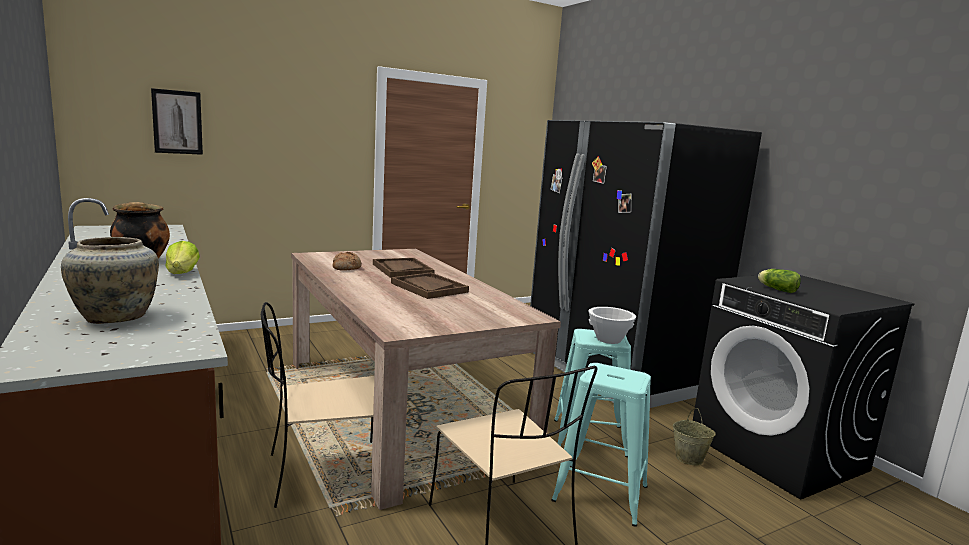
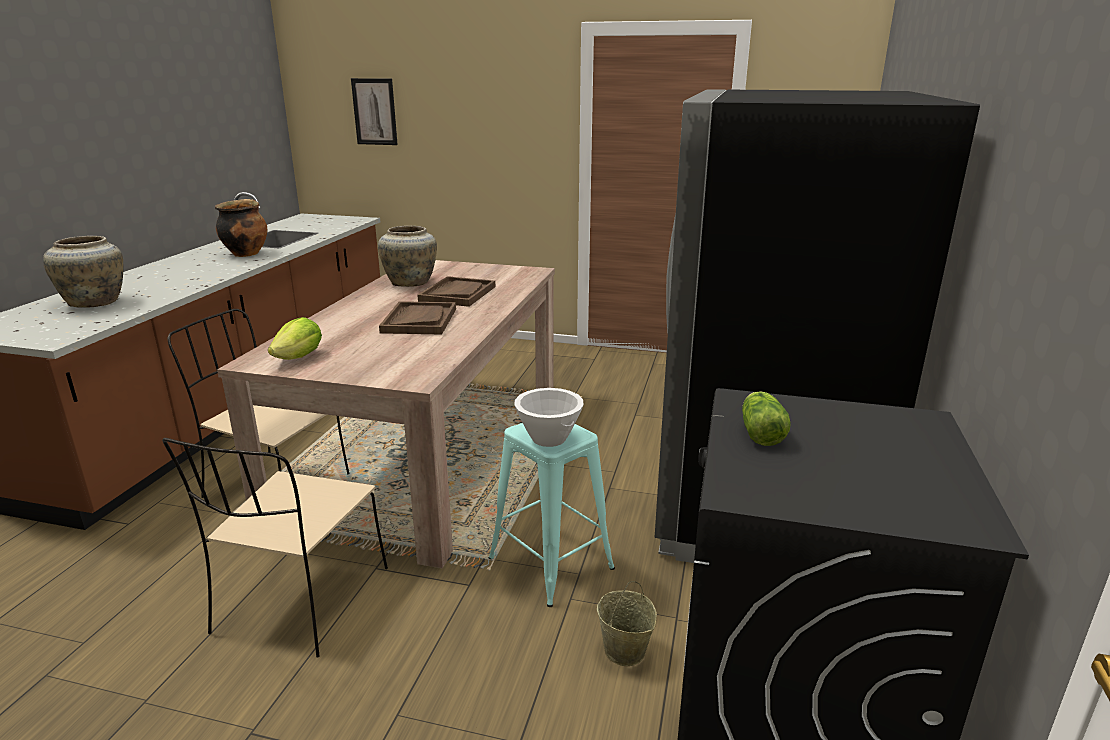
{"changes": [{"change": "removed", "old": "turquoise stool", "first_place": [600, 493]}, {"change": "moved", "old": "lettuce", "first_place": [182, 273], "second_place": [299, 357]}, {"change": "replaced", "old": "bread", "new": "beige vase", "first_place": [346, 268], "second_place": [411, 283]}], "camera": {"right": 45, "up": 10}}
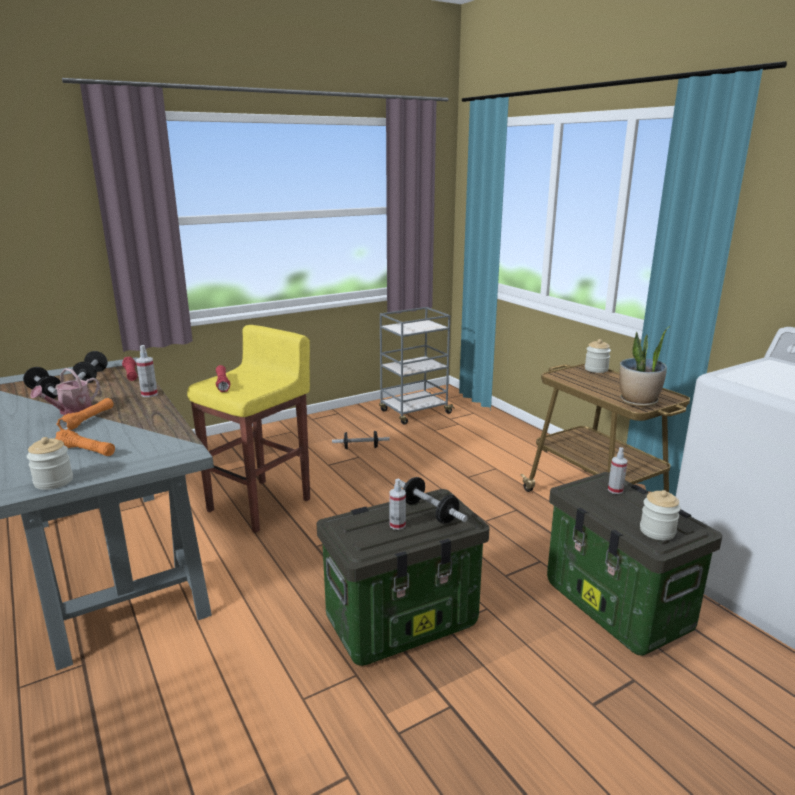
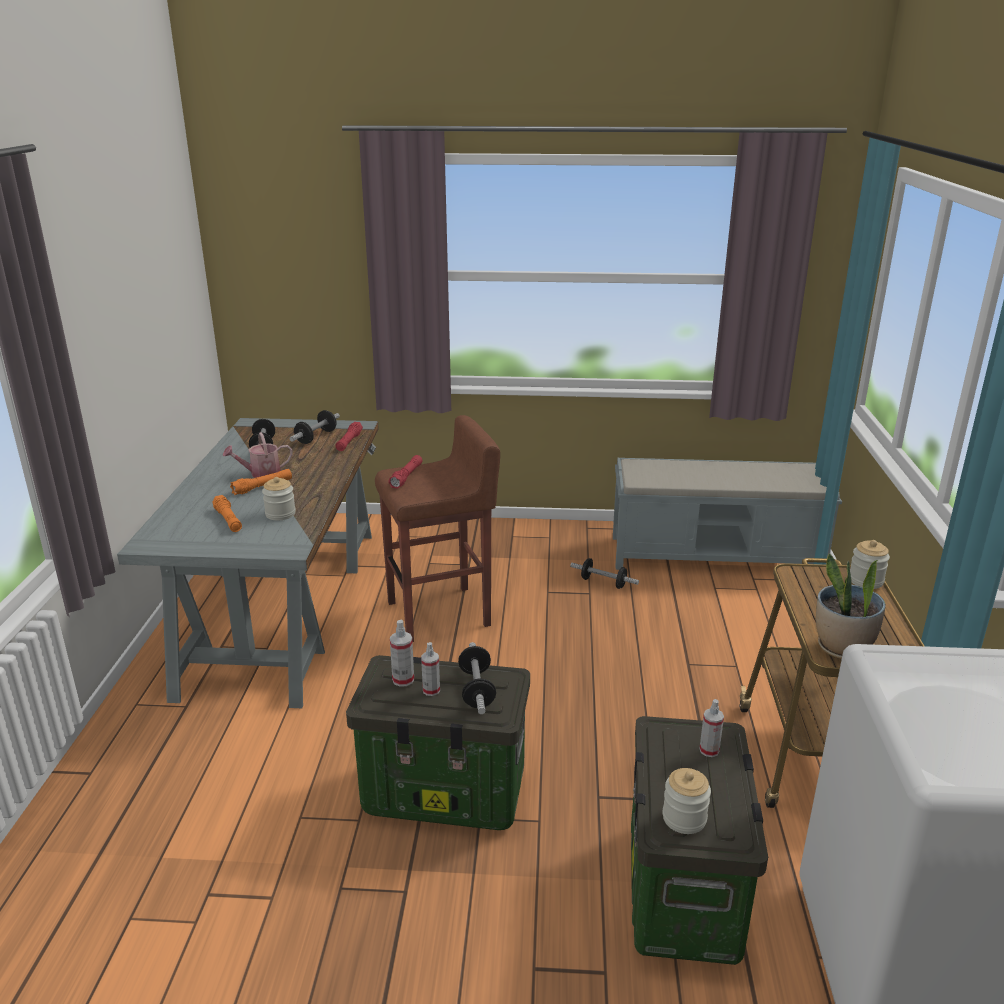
{"changes": [{"change": "moved", "old": "jar", "first_place": [53, 481], "second_place": [280, 514]}, {"change": "moved", "old": "spray bottle", "first_place": [149, 394], "second_place": [403, 679]}, {"change": "replaced", "old": "grey cart", "new": "grey bench", "first_place": [414, 412], "second_place": [716, 555]}, {"change": "recoloured", "old": "yellow stool", "new": "brown stool", "first_place": [261, 504], "second_place": [440, 614]}], "camera": {"right": 35, "up": 5}}
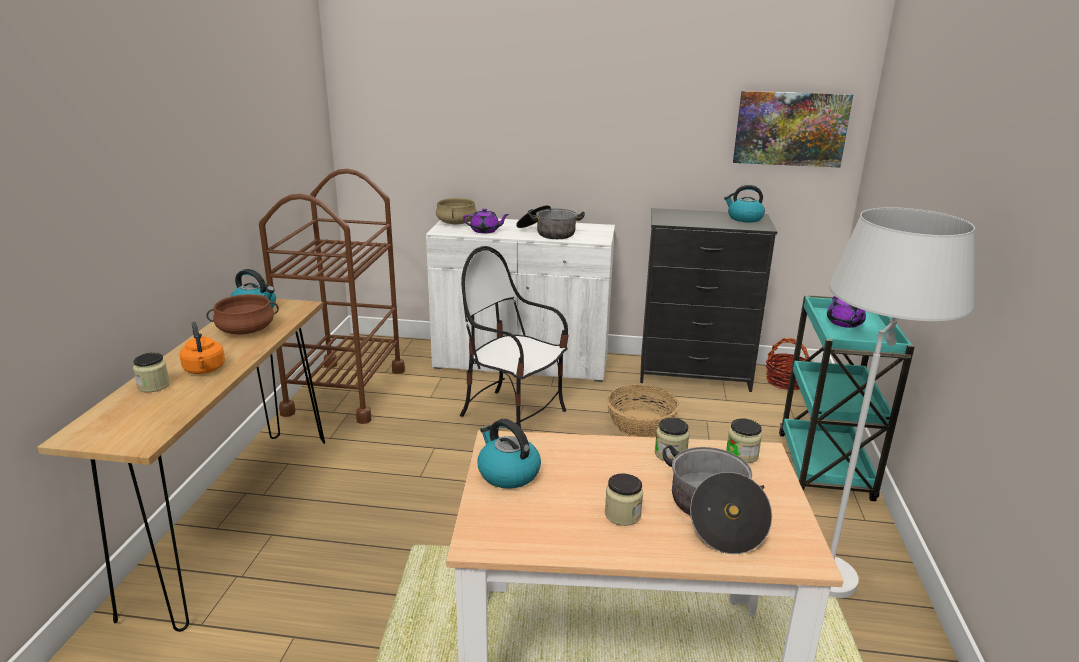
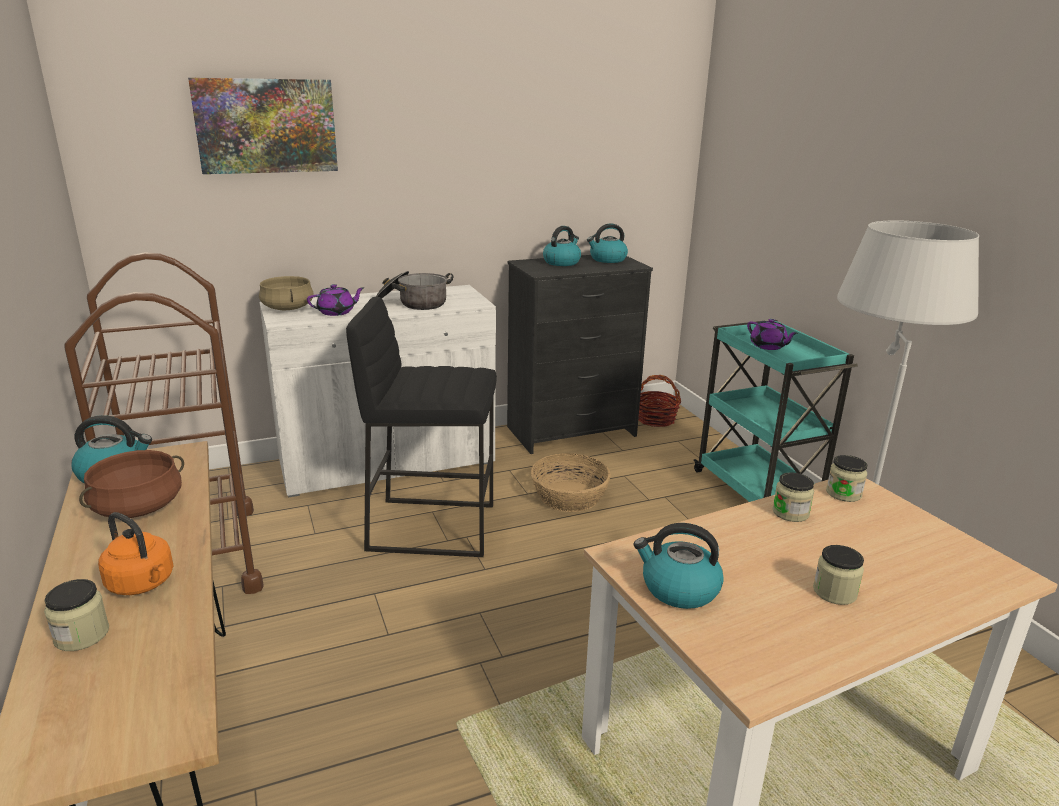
{"changes": [{"change": "removed", "old": "cooking pot", "first_place": [713, 514]}, {"change": "added", "new": "kettle", "second_place": [562, 262]}, {"change": "moved", "old": "picture", "first_place": [790, 128], "second_place": [266, 126]}, {"change": "replaced", "old": "chair", "new": "black stool", "first_place": [513, 415], "second_place": [432, 526]}], "camera": {"right": -30, "up": 0}}
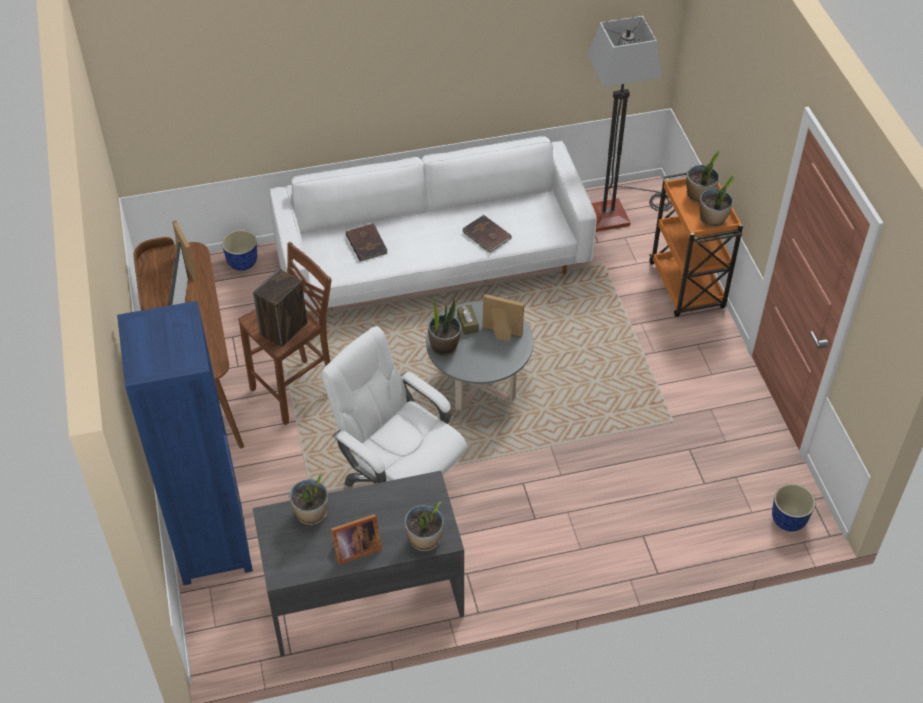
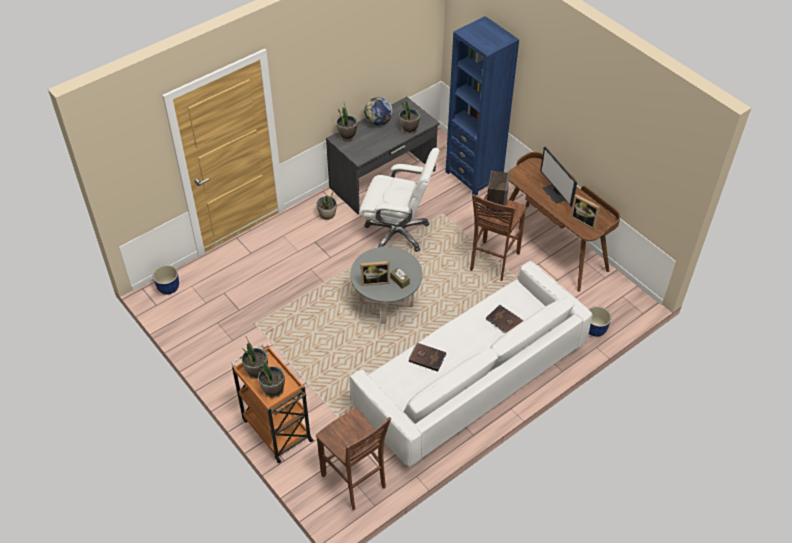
{"changes": [{"change": "moved", "old": "potted plant", "first_place": [444, 346], "second_place": [327, 215]}, {"change": "replaced", "old": "picture frame", "new": "globe", "first_place": [354, 549], "second_place": [378, 122]}, {"change": "replaced", "old": "floor lamp", "new": "brown stool", "first_place": [618, 211], "second_place": [355, 482]}], "camera": {"right": 155, "up": 0}}
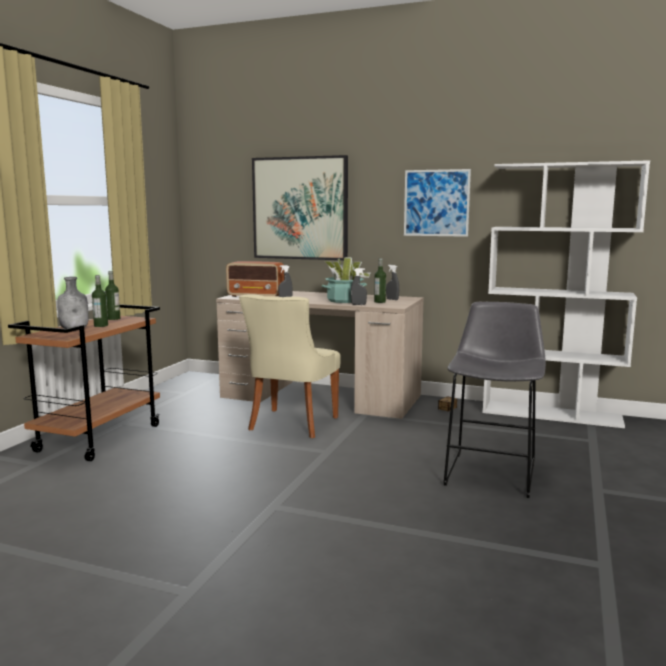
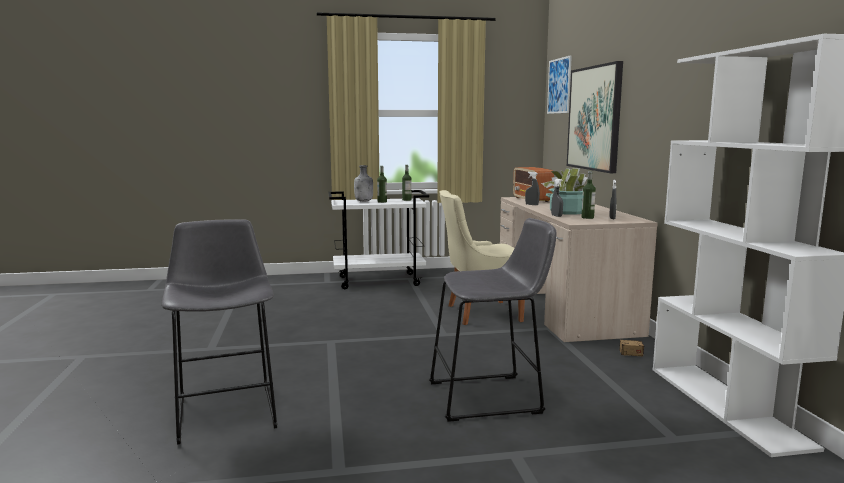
{"changes": [{"change": "added", "new": "grey stool", "second_place": [227, 409]}, {"change": "moved", "old": "picture", "first_place": [436, 203], "second_place": [559, 86]}, {"change": "recoloured", "old": "brown cart", "new": "white cart", "first_place": [99, 438], "second_place": [379, 281]}], "camera": {"right": 60, "up": 0}}
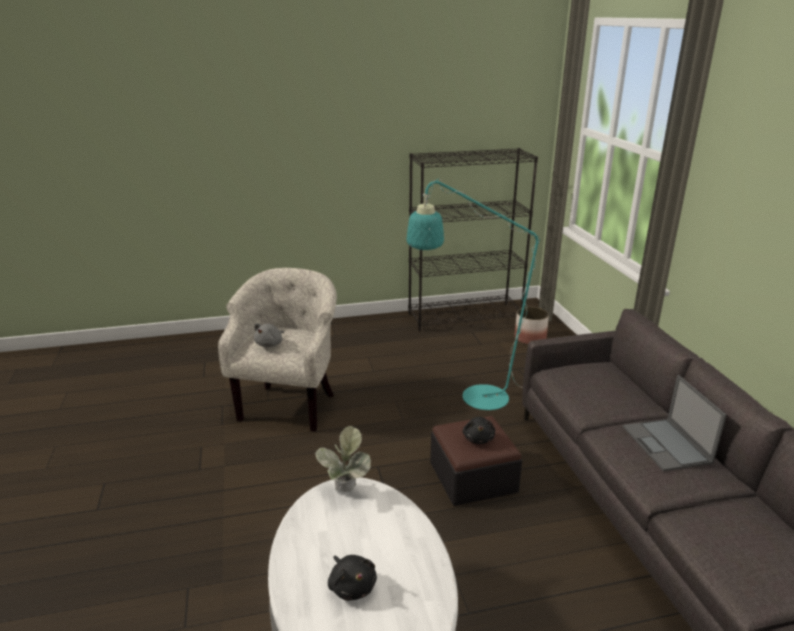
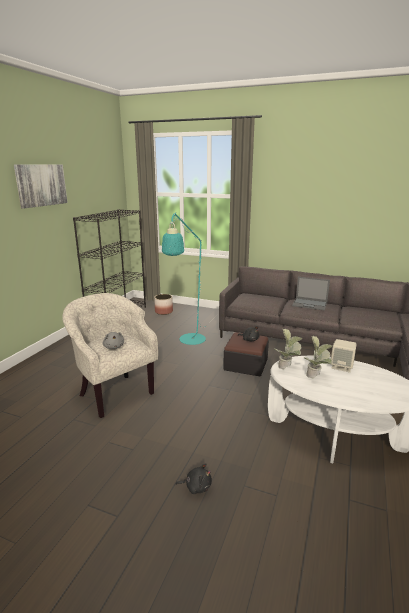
{"changes": [{"change": "added", "new": "picture", "second_place": [41, 185]}, {"change": "added", "new": "potted plant", "second_place": [316, 377]}, {"change": "added", "new": "beige speaker", "second_place": [341, 367]}, {"change": "moved", "old": "black plush toy", "first_place": [352, 586], "second_place": [196, 486]}], "camera": {"right": -55, "up": -5}}
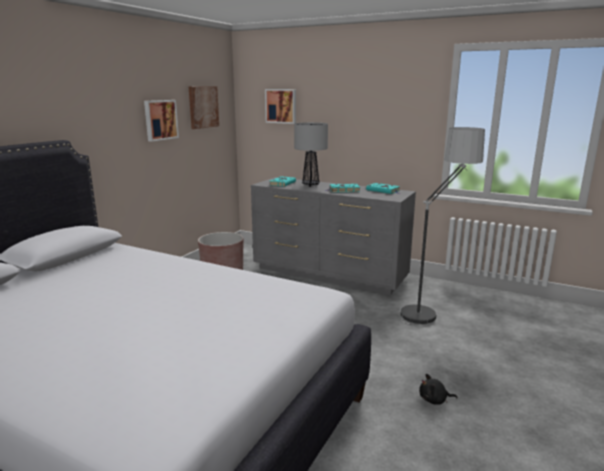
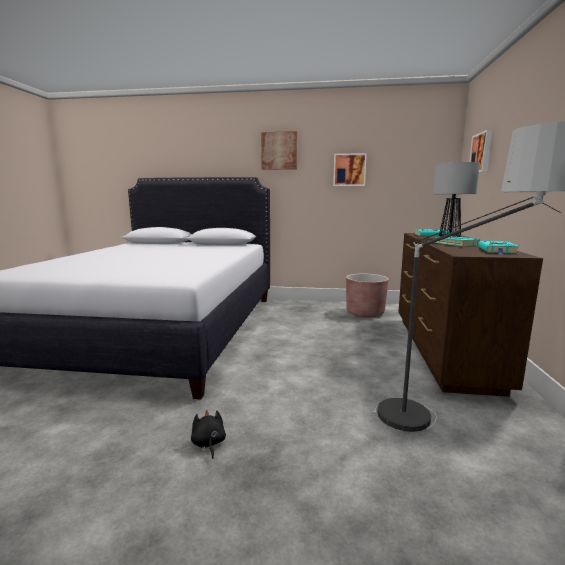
{"changes": [{"change": "moved", "old": "picture", "first_place": [203, 107], "second_place": [279, 151]}, {"change": "recoloured", "old": "grey dresser", "new": "brown dresser", "first_place": [329, 274], "second_place": [442, 350]}], "camera": {"right": 70, "up": -5}}
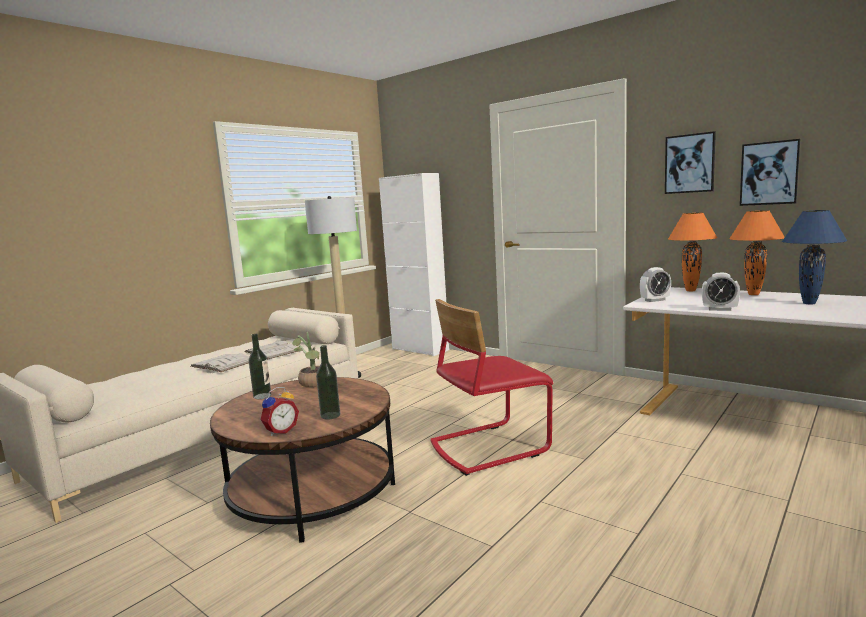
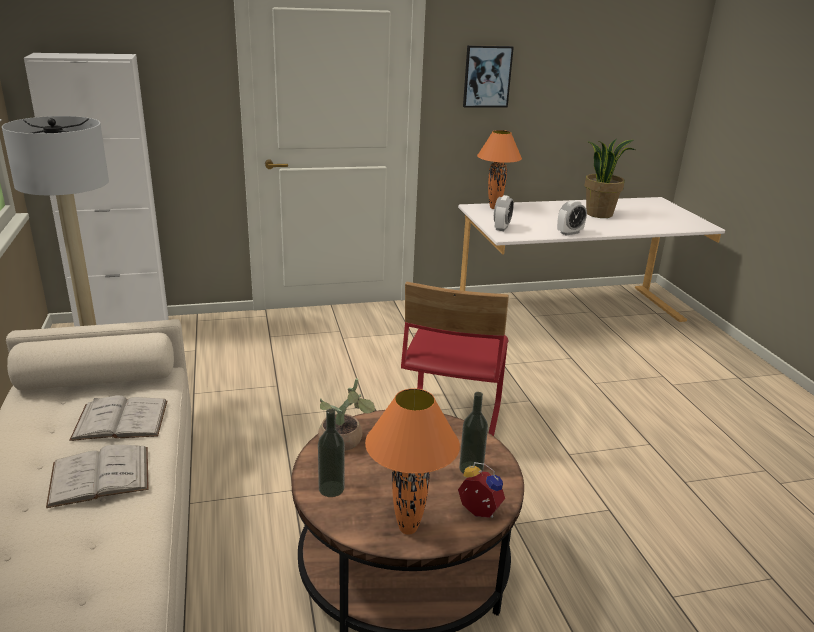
{"changes": [{"change": "removed", "old": "picture", "first_place": [769, 173]}, {"change": "moved", "old": "orange table lamp", "first_place": [753, 294], "second_place": [407, 528]}, {"change": "replaced", "old": "blue table lamp", "new": "potted plant", "first_place": [809, 303], "second_place": [599, 214]}, {"change": "turned", "old": "alarm clock", "first_place": [280, 431], "second_place": [477, 513], "degrees": -45}], "camera": {"right": -55, "up": 15}}
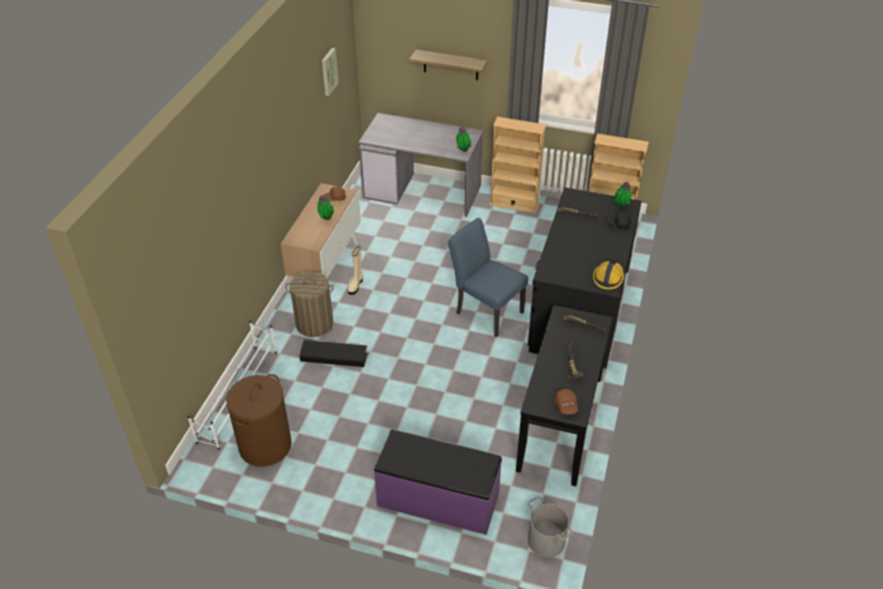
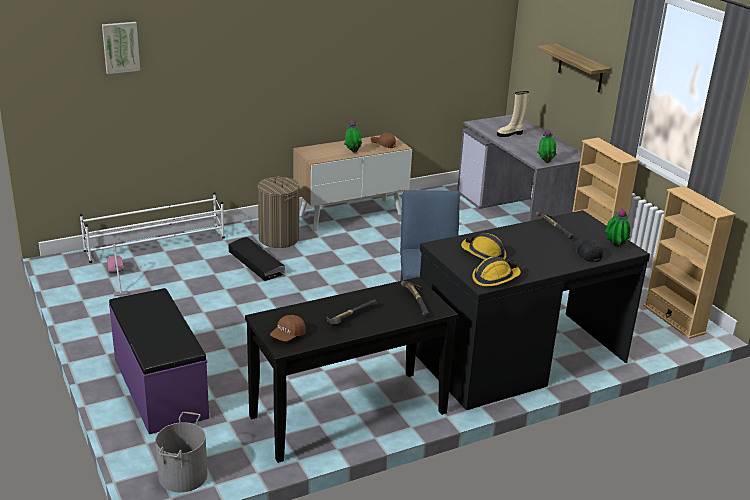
{"changes": [{"change": "added", "new": "hard hat", "second_place": [484, 254]}, {"change": "moved", "old": "picture", "first_place": [328, 71], "second_place": [120, 47]}, {"change": "moved", "old": "beige boot", "first_place": [355, 285], "second_place": [510, 134]}, {"change": "replaced", "old": "brown laundry basket", "new": "vacuum cleaner", "first_place": [265, 446], "second_place": [117, 279]}], "camera": {"right": 45, "up": -15}}
